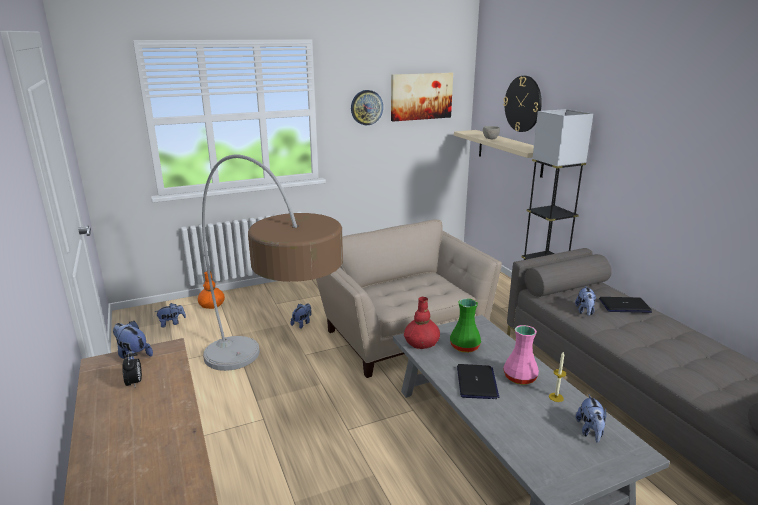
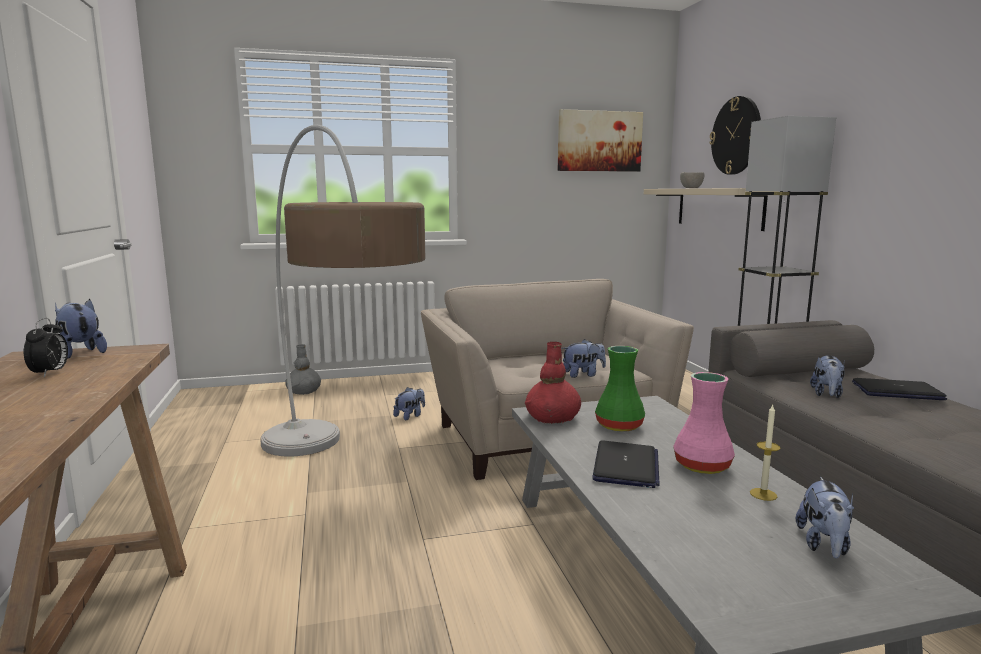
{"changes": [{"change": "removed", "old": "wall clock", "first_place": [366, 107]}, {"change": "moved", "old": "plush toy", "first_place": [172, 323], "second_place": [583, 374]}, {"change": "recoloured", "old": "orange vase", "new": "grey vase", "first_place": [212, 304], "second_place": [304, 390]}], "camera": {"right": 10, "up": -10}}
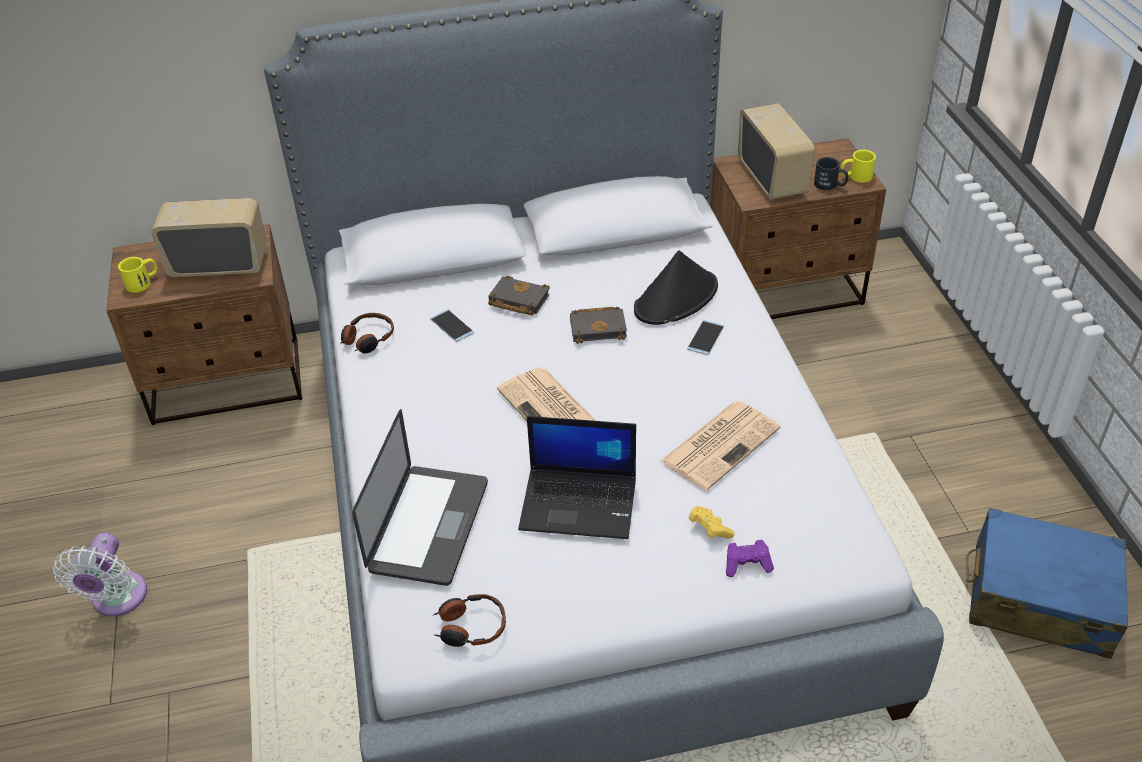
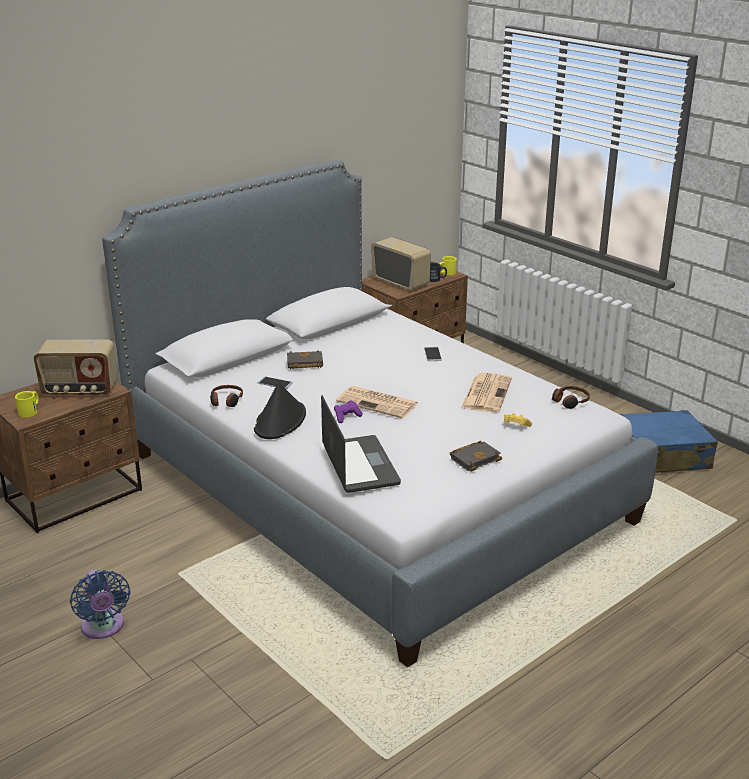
{"changes": [{"change": "removed", "old": "laptop", "first_place": [580, 503]}, {"change": "moved", "old": "headphones", "first_place": [470, 627], "second_place": [569, 401]}, {"change": "moved", "old": "black book", "first_place": [599, 327], "second_place": [475, 458]}, {"change": "moved", "old": "black hat", "first_place": [676, 298], "second_place": [280, 421]}, {"change": "moved", "old": "purple game controller", "first_place": [747, 564], "second_place": [347, 417]}, {"change": "recoloured", "old": "white fan", "new": "blue fan", "first_place": [117, 600], "second_place": [103, 628]}, {"change": "turned", "old": "radio", "first_place": [219, 265], "second_place": [79, 390], "degrees": -150}], "camera": {"right": -30, "up": -15}}
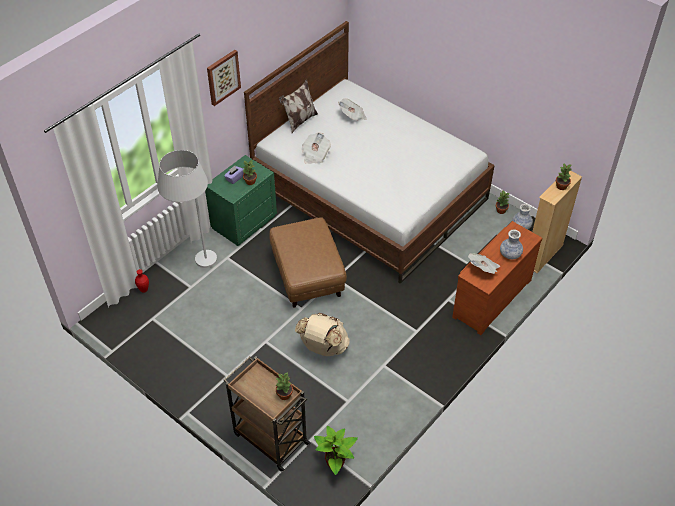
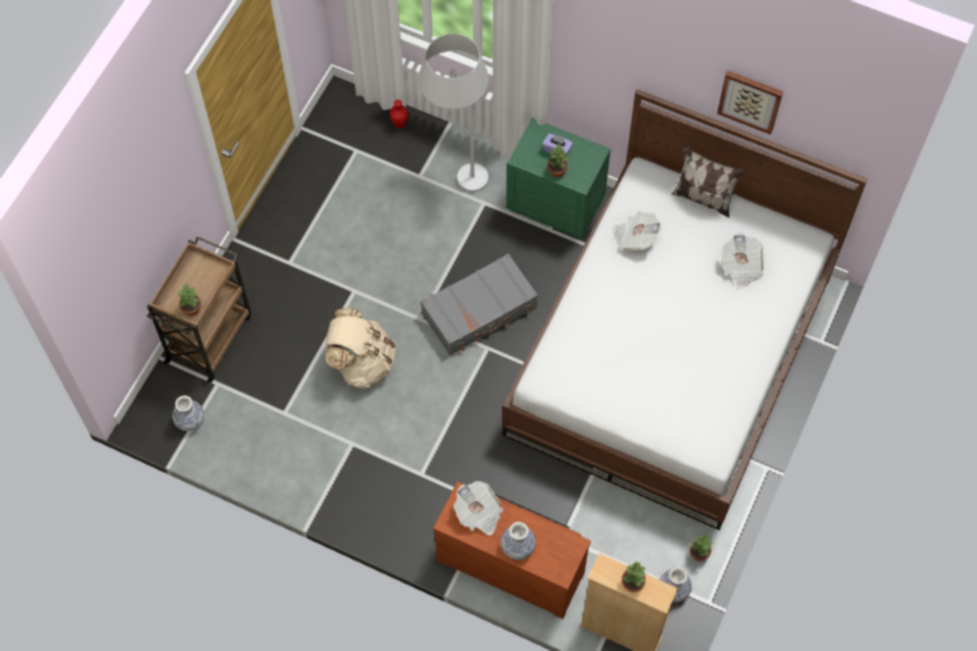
{"changes": [{"change": "moved", "old": "picture", "first_place": [223, 77], "second_place": [750, 100]}, {"change": "replaced", "old": "brown ottoman", "new": "grey suitcase", "first_place": [307, 276], "second_place": [480, 311]}, {"change": "replaced", "old": "potted plant", "new": "vase", "first_place": [335, 463], "second_place": [190, 420]}], "camera": {"right": 75, "up": 15}}
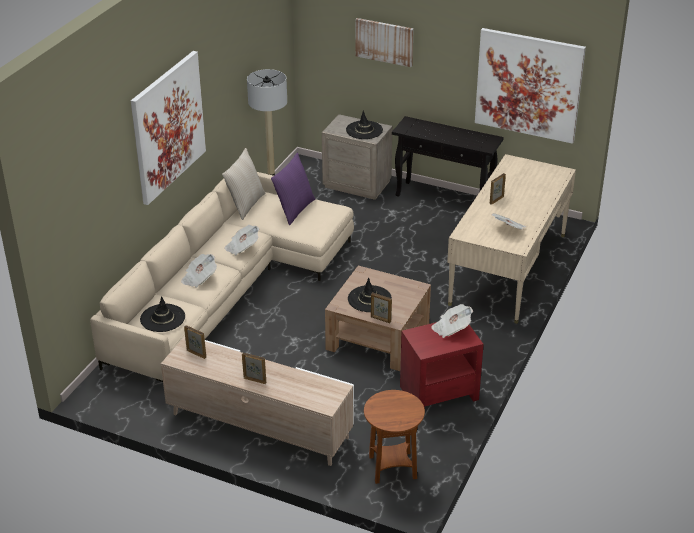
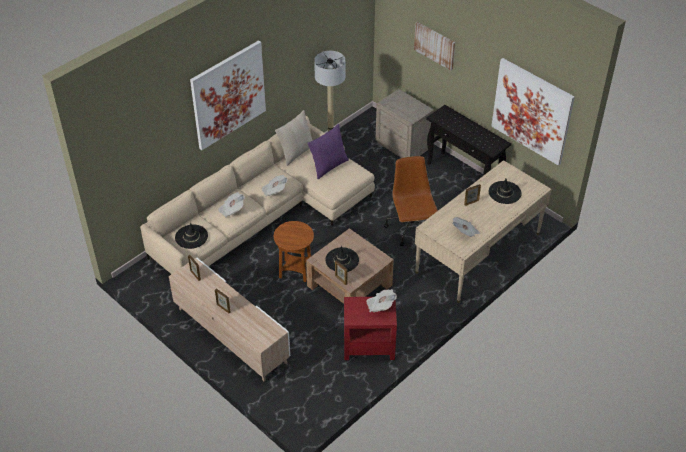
{"changes": [{"change": "added", "new": "brown office chair", "second_place": [411, 229]}, {"change": "moved", "old": "black hat", "first_place": [364, 130], "second_place": [504, 192]}, {"change": "moved", "old": "brown side table", "first_place": [392, 467], "second_place": [295, 270]}], "camera": {"right": 20, "up": 10}}
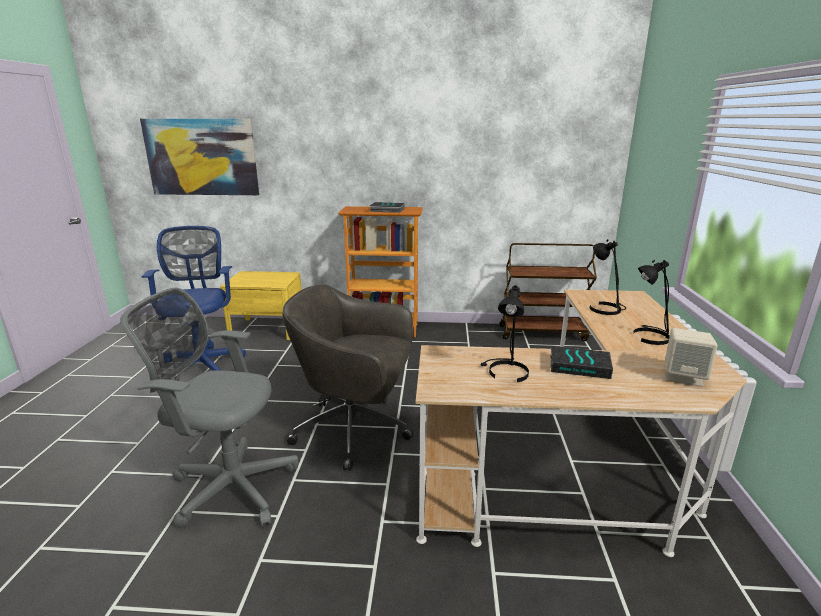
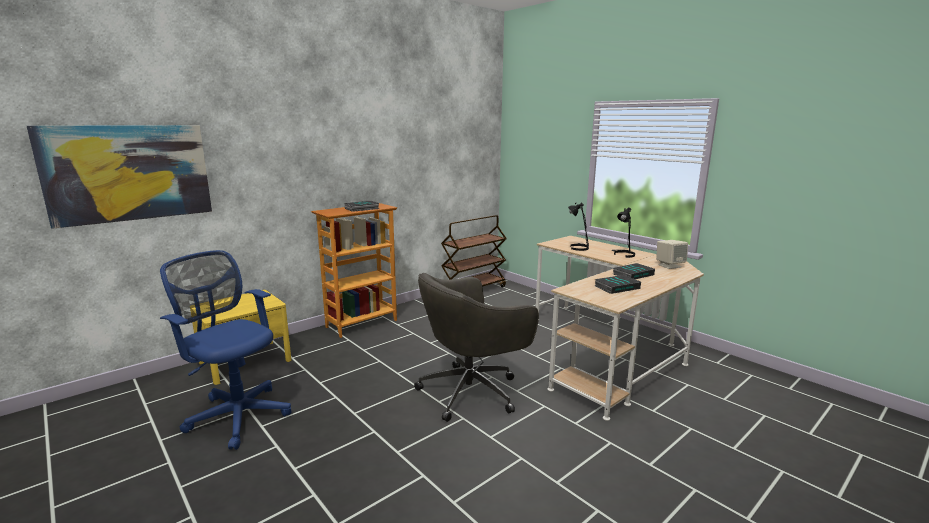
{"changes": [{"change": "removed", "old": "grey office chair", "first_place": [229, 486]}, {"change": "replaced", "old": "black table lamp", "new": "book", "first_place": [505, 372], "second_place": [617, 287]}], "camera": {"right": -45, "up": -5}}
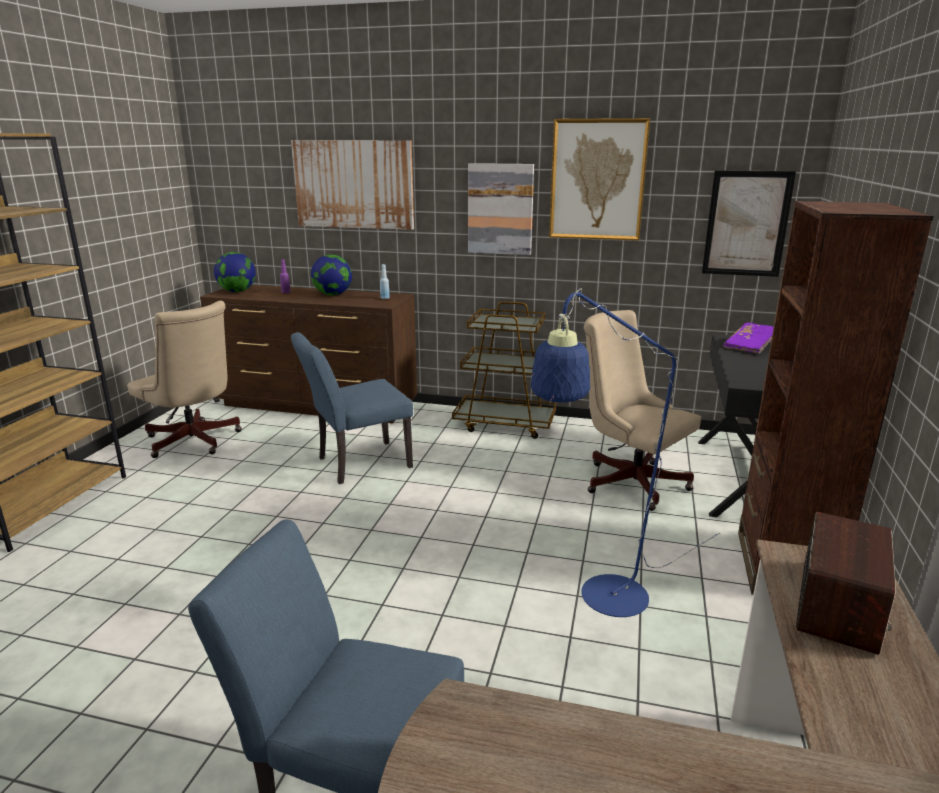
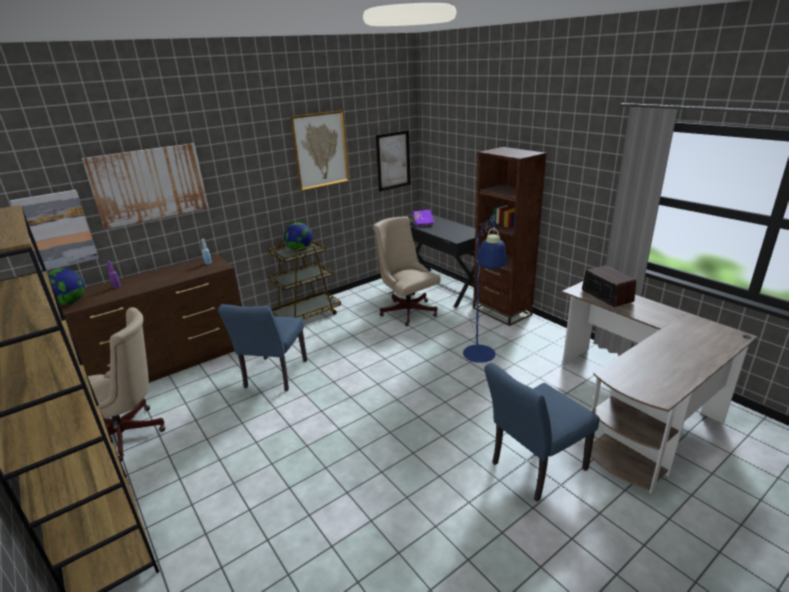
{"changes": [{"change": "moved", "old": "globe", "first_place": [333, 295], "second_place": [300, 249]}, {"change": "moved", "old": "picture", "first_place": [500, 209], "second_place": [56, 230]}, {"change": "turned", "old": "beige office chair", "first_place": [629, 480], "second_place": [407, 310], "degrees": 60}], "camera": {"right": -50, "up": 5}}
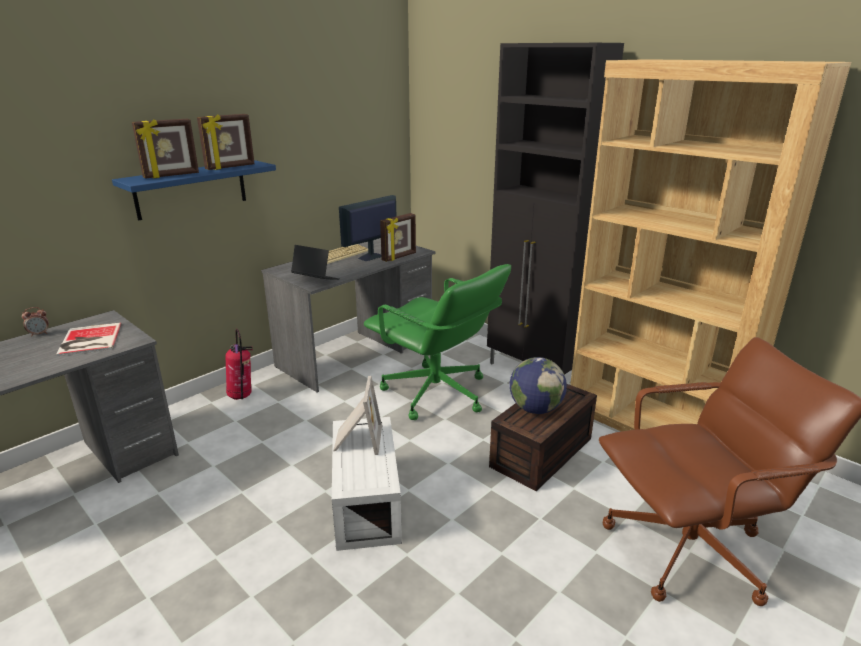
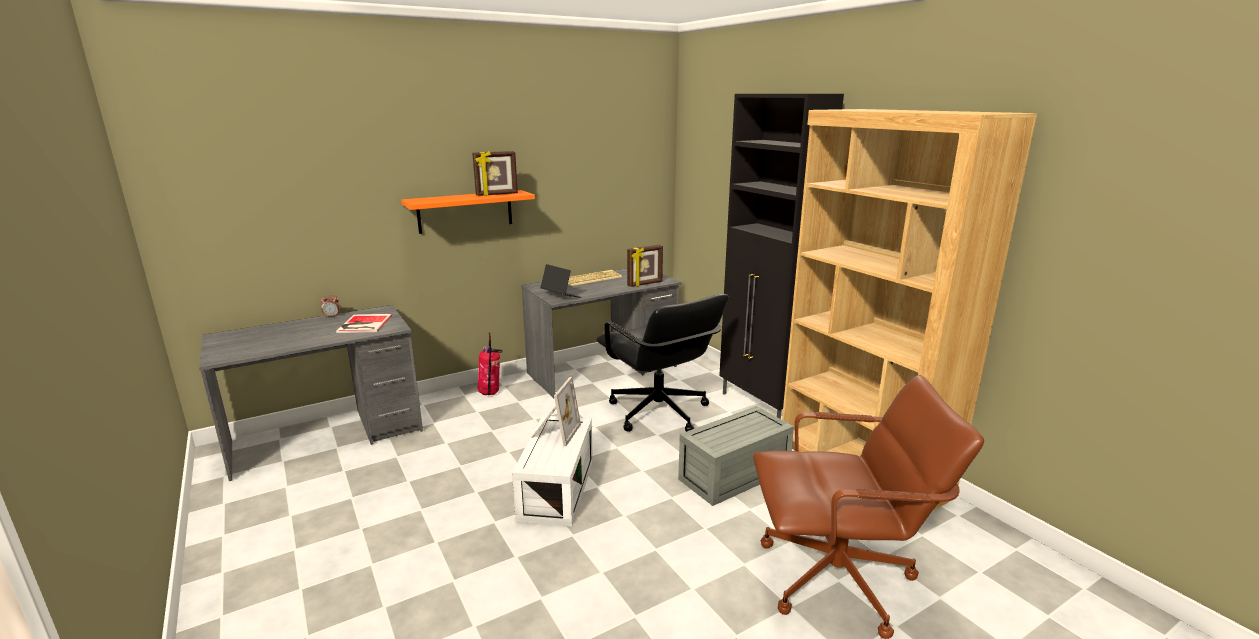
{"changes": [{"change": "removed", "old": "picture frame", "first_place": [171, 175]}, {"change": "removed", "old": "monitor", "first_place": [370, 257]}, {"change": "removed", "old": "globe", "first_place": [535, 409]}, {"change": "recoloured", "old": "blue shelf", "new": "orange shelf", "first_place": [191, 189], "second_place": [465, 211]}, {"change": "recoloured", "old": "green office chair", "new": "black office chair", "first_place": [436, 394], "second_place": [658, 413]}, {"change": "recoloured", "old": "brown storage box", "new": "grey storage box", "first_place": [542, 453], "second_place": [734, 476]}], "camera": {"right": 15, "up": -5}}
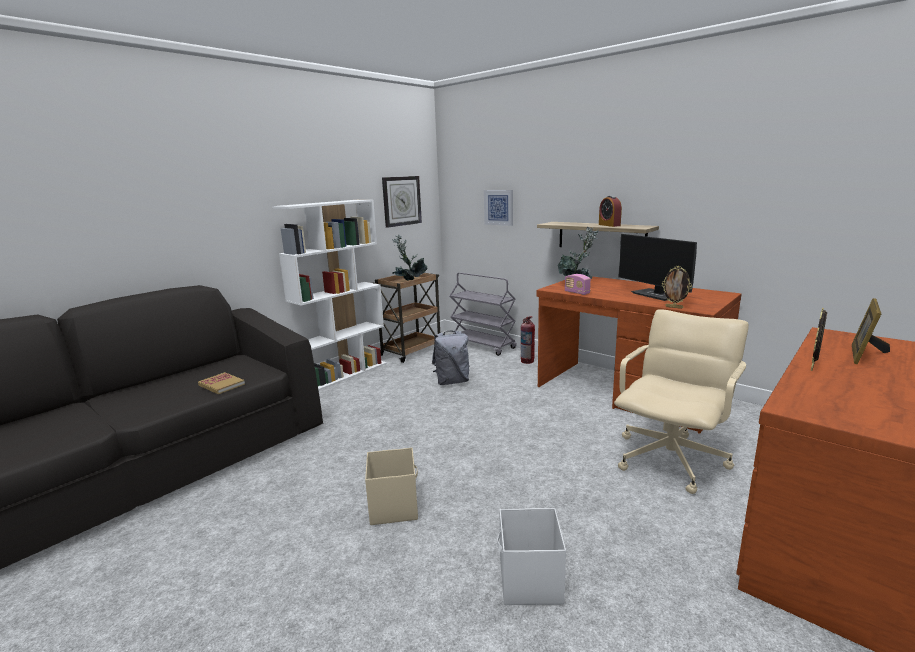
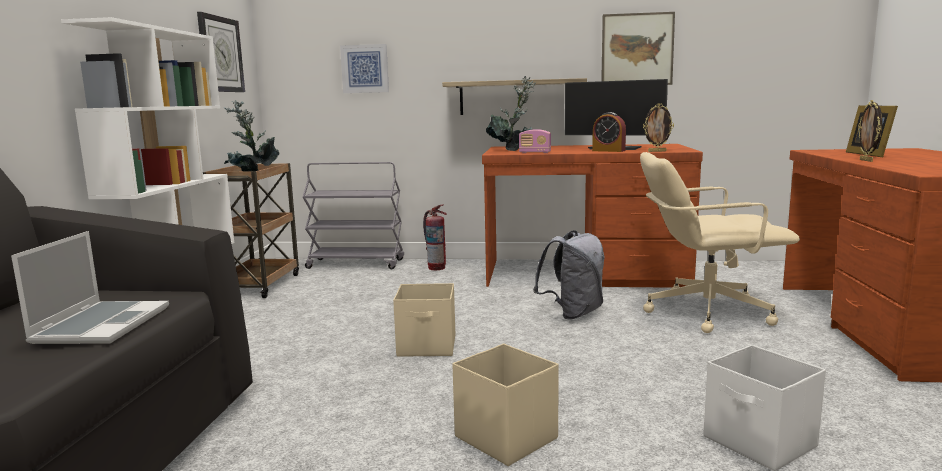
{"changes": [{"change": "added", "new": "beige storage box", "second_place": [428, 346]}, {"change": "added", "new": "picture", "second_place": [637, 49]}, {"change": "moved", "old": "grey backpack", "first_place": [452, 381], "second_place": [573, 313]}, {"change": "moved", "old": "alarm clock", "first_place": [609, 225], "second_place": [608, 151]}, {"change": "replaced", "old": "book", "new": "laptop", "first_place": [221, 385], "second_place": [102, 324]}, {"change": "turned", "old": "beige office chair", "first_place": [671, 460], "second_place": [705, 312], "degrees": -90}], "camera": {"right": -35, "up": -5}}
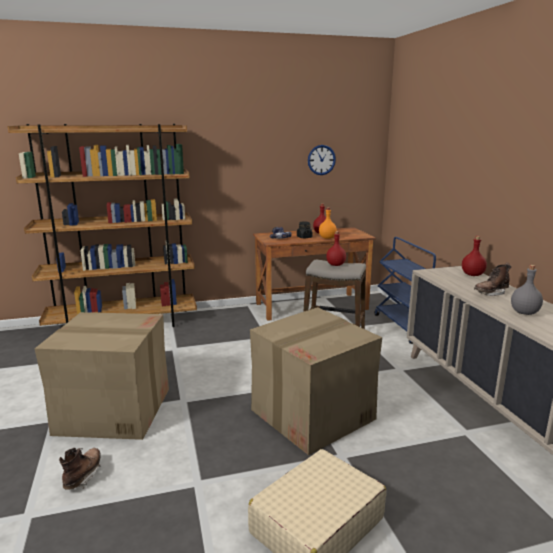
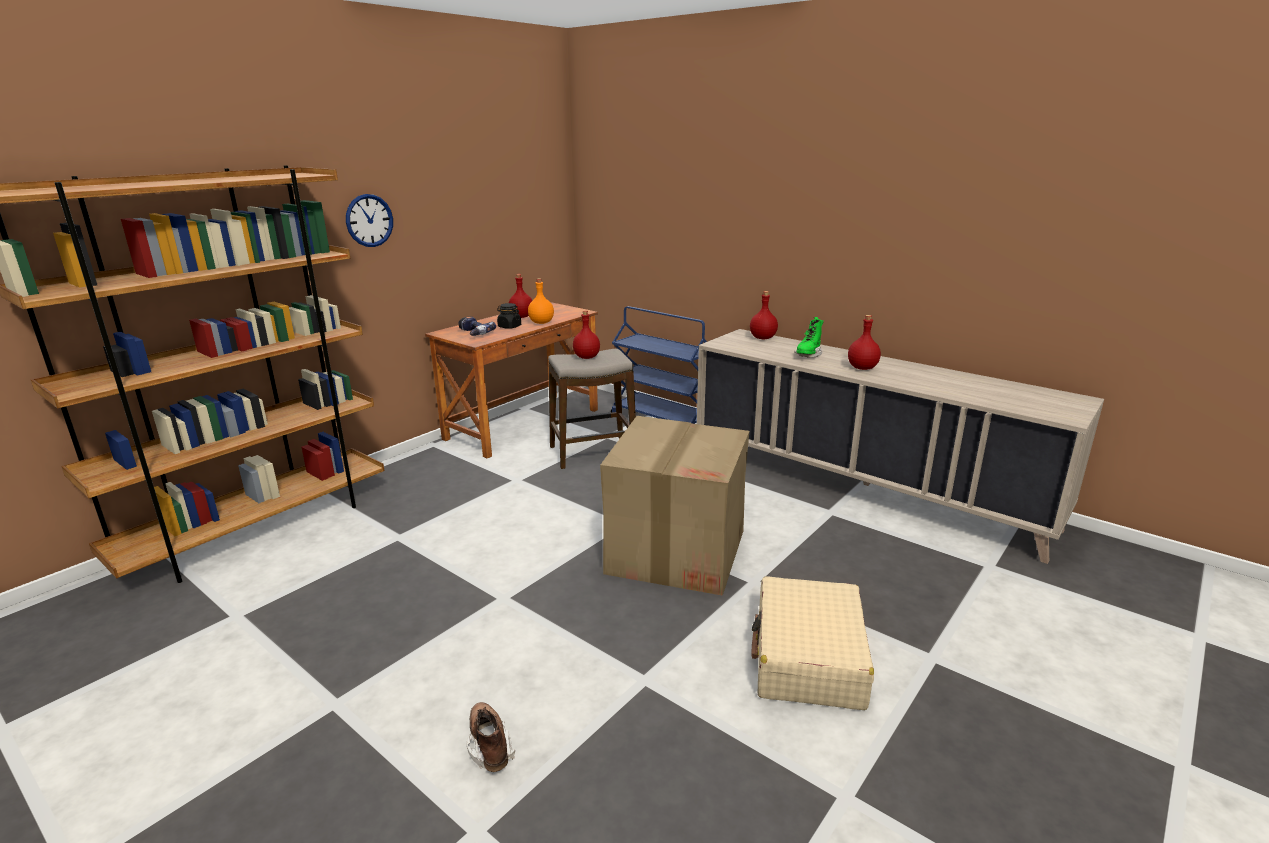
{"changes": [{"change": "removed", "old": "cardboard box", "first_place": [113, 410]}, {"change": "moved", "old": "wall clock", "first_place": [321, 160], "second_place": [369, 220]}, {"change": "recoloured", "old": "brown boot", "new": "green boot", "first_place": [490, 293], "second_place": [808, 355]}, {"change": "recoloured", "old": "grey bottle", "new": "red bottle", "first_place": [524, 312], "second_place": [861, 368]}], "camera": {"right": -35, "up": 5}}
